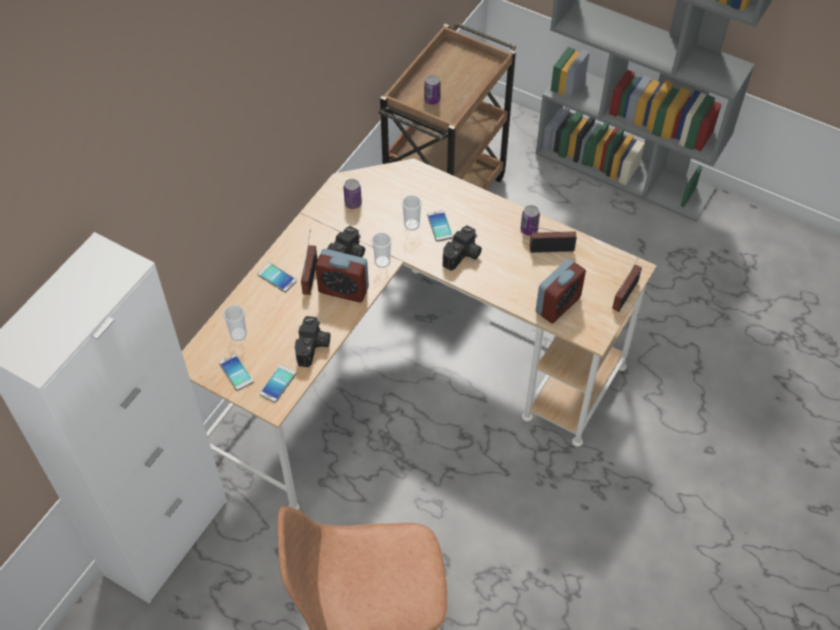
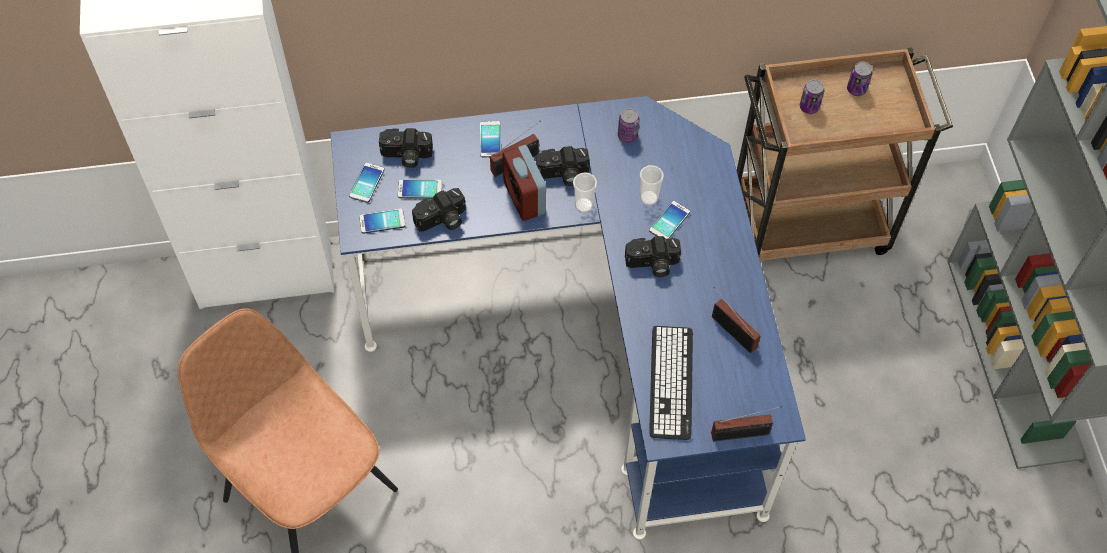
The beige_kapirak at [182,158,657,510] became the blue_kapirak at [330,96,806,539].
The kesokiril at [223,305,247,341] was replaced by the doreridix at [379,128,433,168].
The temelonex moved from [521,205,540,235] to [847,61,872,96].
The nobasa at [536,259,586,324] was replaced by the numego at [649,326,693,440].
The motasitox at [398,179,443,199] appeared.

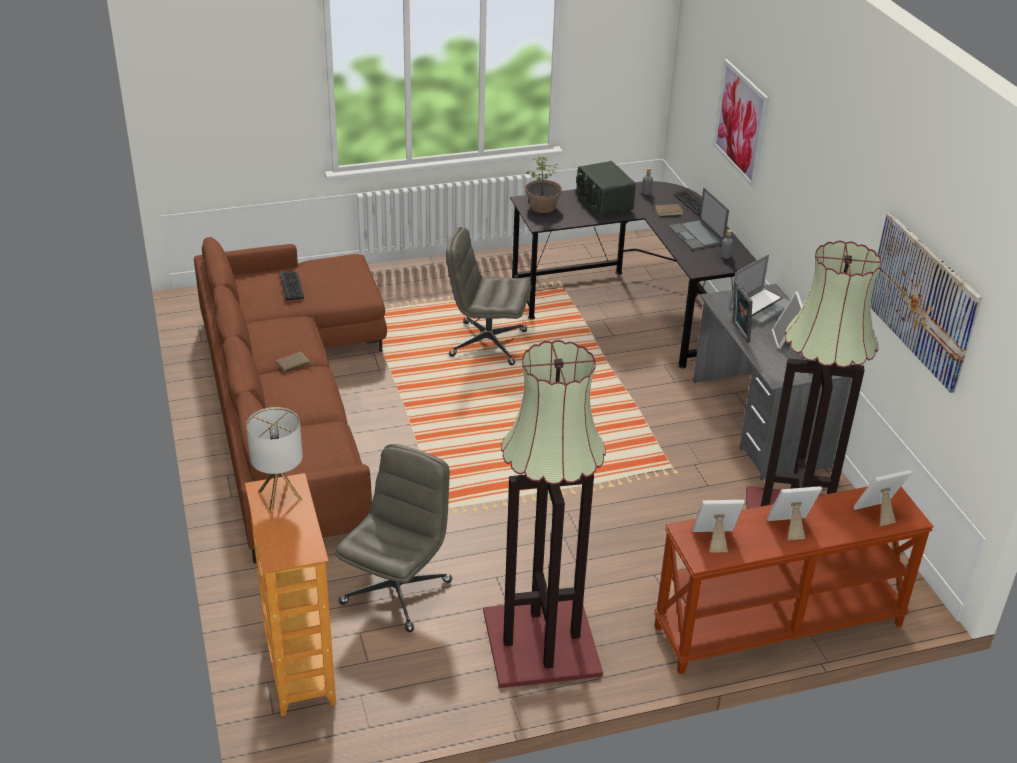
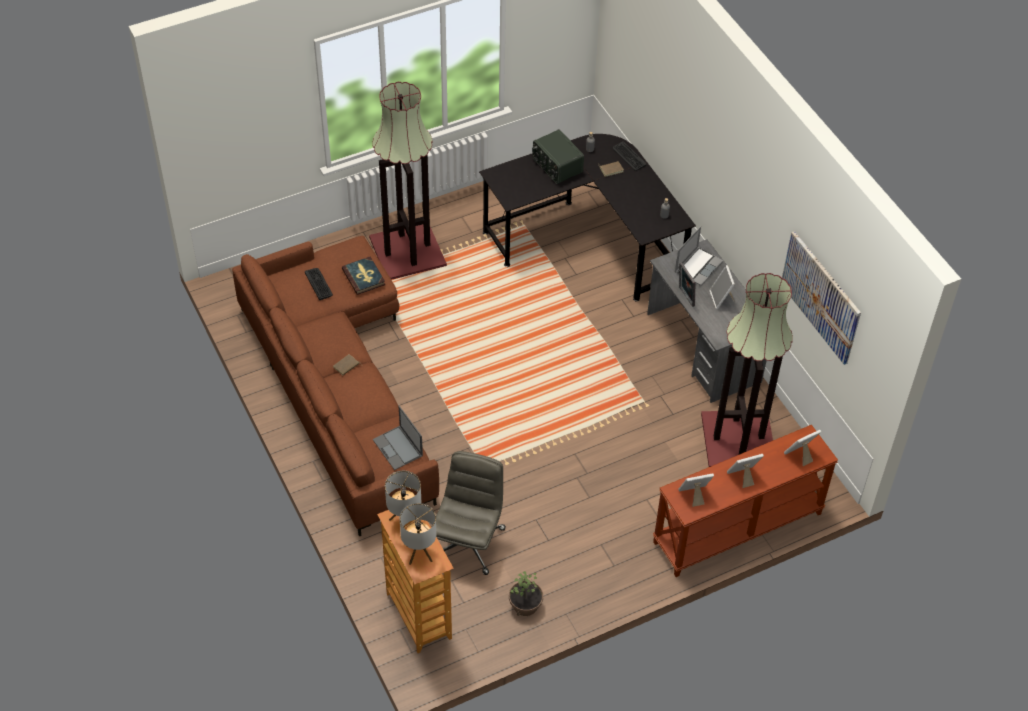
The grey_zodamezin at [446,227,532,365] disappeared.
The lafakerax moved from [483,340,606,688] to [369,82,447,280].
The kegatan moved from [525,157,562,213] to [509,571,543,616].
The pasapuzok moved from [669,188,729,250] to [373,406,423,470].
The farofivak at [713,59,768,187] disappeared.
The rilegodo at [342,257,385,295] appeared.
The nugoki at [400,503,436,565] appeared.

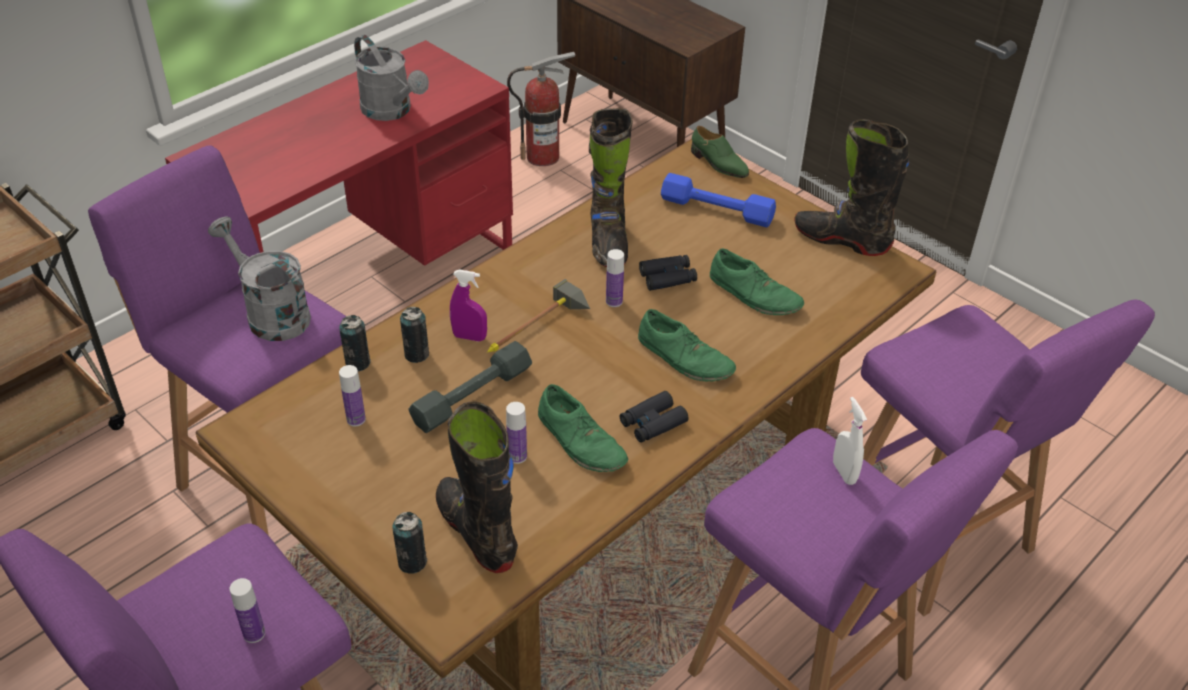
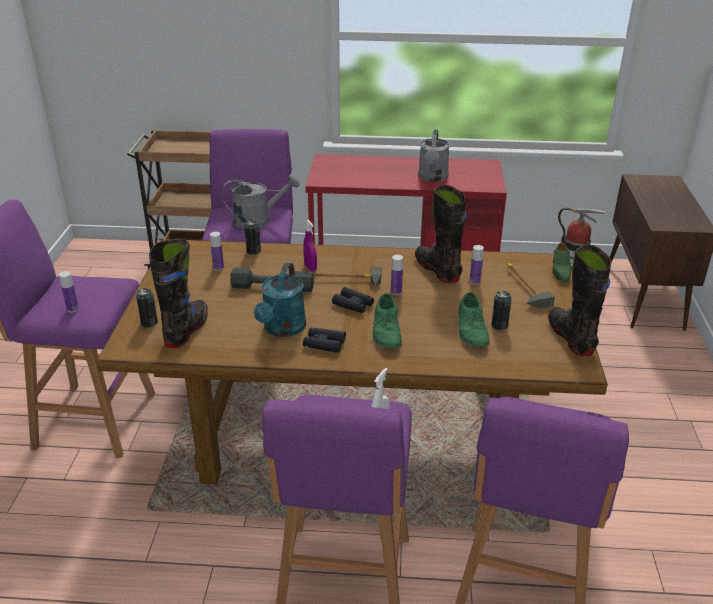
The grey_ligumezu at [208,216,311,341] turned 75 degrees clockwise.
The temelonex moved from [400,307,429,363] to [491,291,512,330].
The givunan moved from [506,402,527,464] to [469,245,484,285].
The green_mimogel at [538,384,628,472] was replaced by the turquoise_ligumezu at [254,263,306,337].
The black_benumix at [589,108,633,267] turned 105 degrees clockwise.
The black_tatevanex moved from [639,255,697,291] to [332,287,374,313].
The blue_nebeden at [661,173,776,227] was replaced by the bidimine at [507,263,555,308].

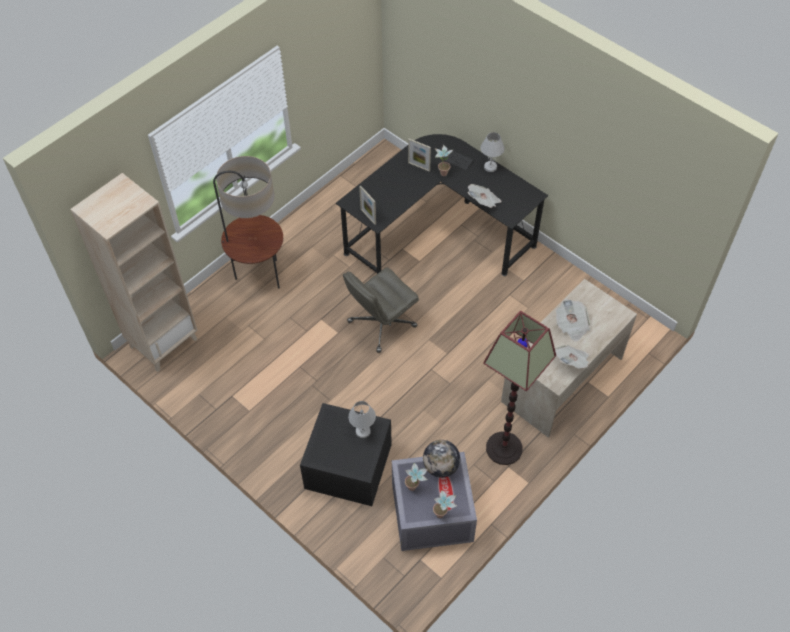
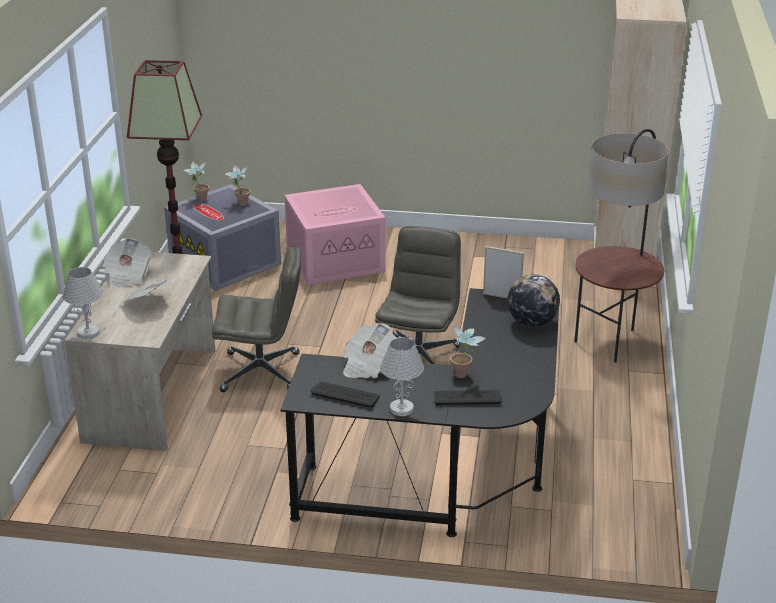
The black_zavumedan at [300,403,392,506] became the pink_zavumedan at [285,184,386,285].
The white_nugoki moved from [348,401,376,438] to [63,267,103,339].
The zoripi at [408,138,431,172] disappeared.
The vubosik moved from [423,440,460,478] to [507,274,560,327].
The grey_zodamezin at [212,247,301,392] appeared.
The numego at [310,382,381,408] appeared.

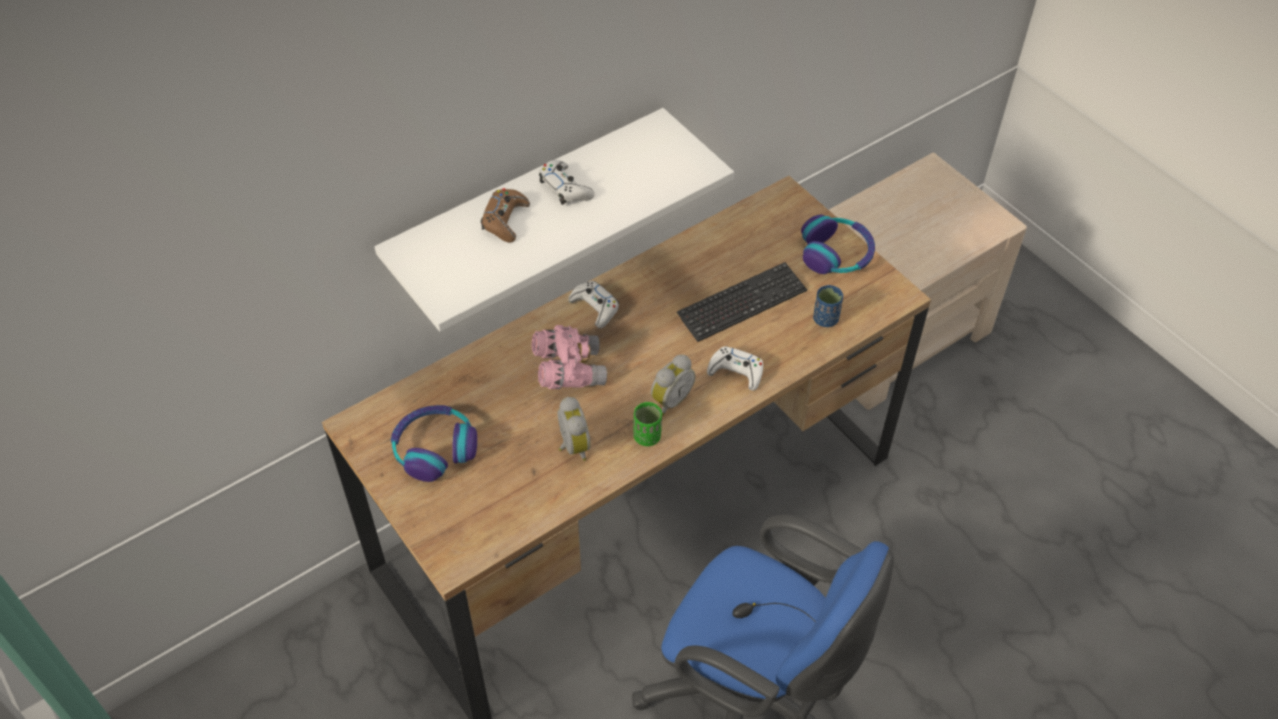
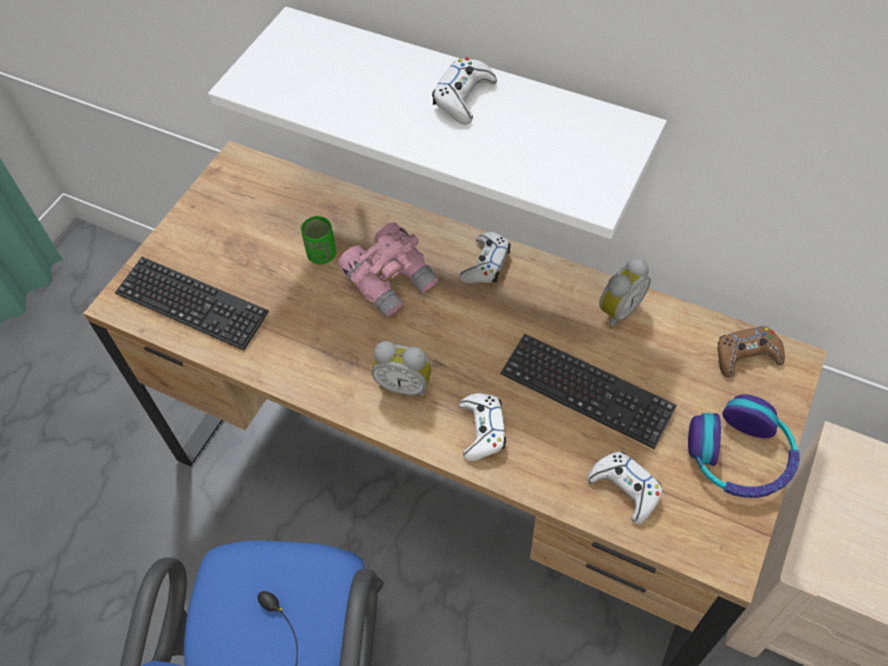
The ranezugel at [391,405,477,482] disappeared.
The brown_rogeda moved from [481,188,530,243] to [717,326,785,378].
The nobasa moved from [558,397,591,461] to [599,258,651,329].
The green_kesokiril moved from [633,402,662,446] to [301,216,336,264].
The blue_kesokiril at [813,285,843,327] was replaced by the white_rogeda at [587,451,663,524].
The numego at [115,257,269,351] appeared.

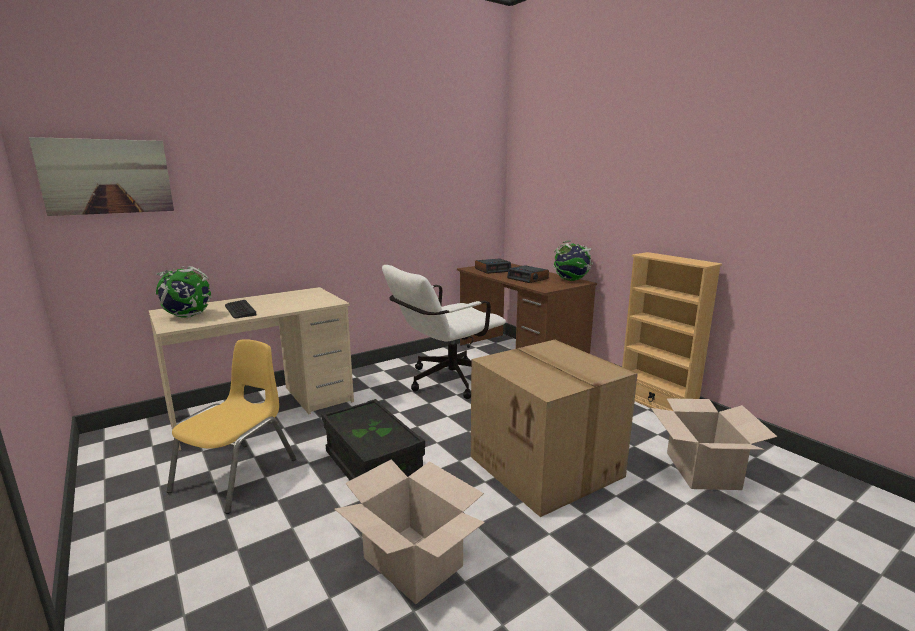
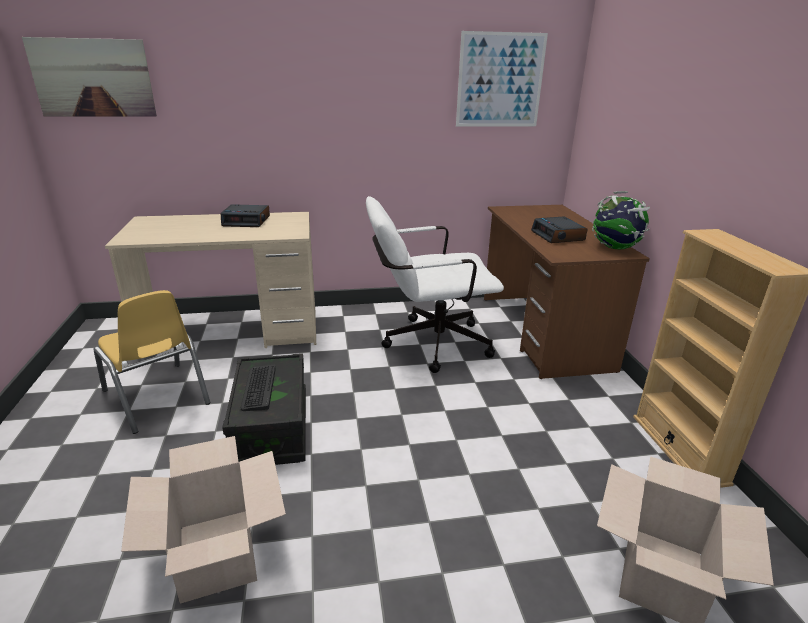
The vubosik at [156,266,212,318] disappeared.
The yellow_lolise at [167,339,296,514] turned 90 degrees clockwise.
The numego moved from [225,300,257,318] to [241,365,276,411].
The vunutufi at [471,340,638,517] disappeared.
The nobasa moved from [475,258,511,274] to [221,204,270,227].
The farofivak at [456,31,548,127] appeared.

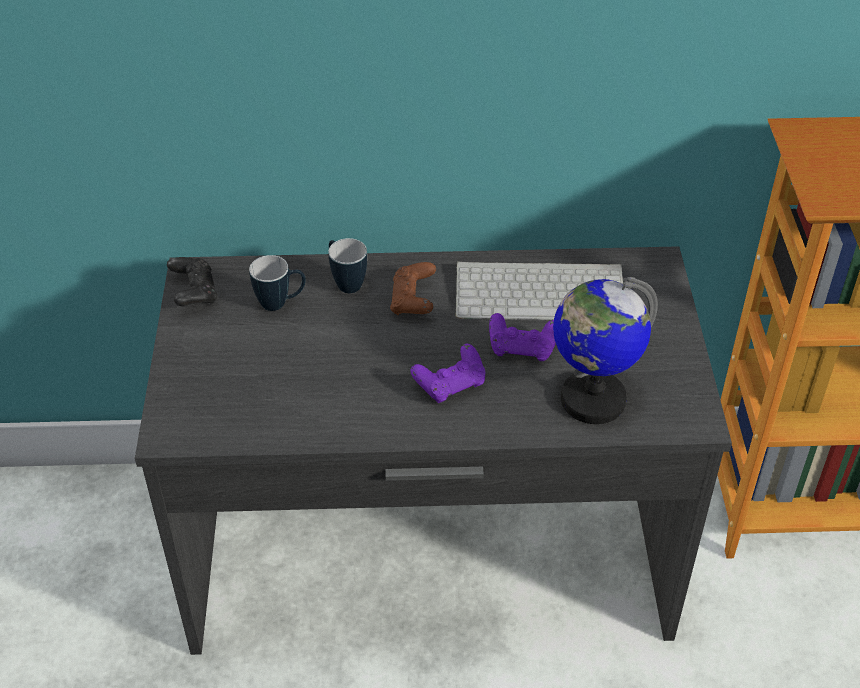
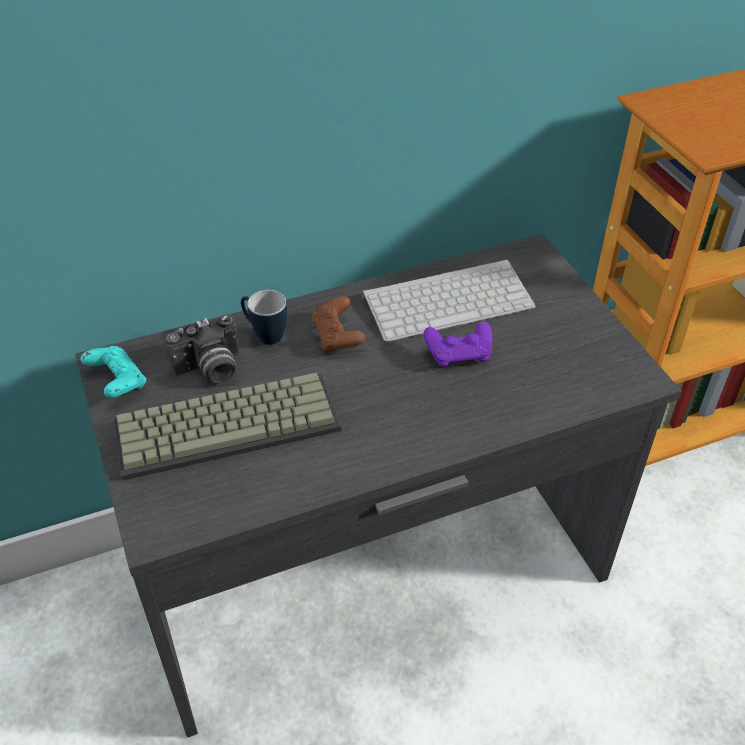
The black_rogeda at [167,257,218,306] became the turquoise_rogeda at [81,346,146,398].
The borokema at [249,255,306,311] was replaced by the doreridix at [165,315,239,383].
The purple_rogeda at [410,344,485,403] disappeared.
The vubosik at [553,277,658,424] disappeared.
The numego at [113,373,342,480] appeared.

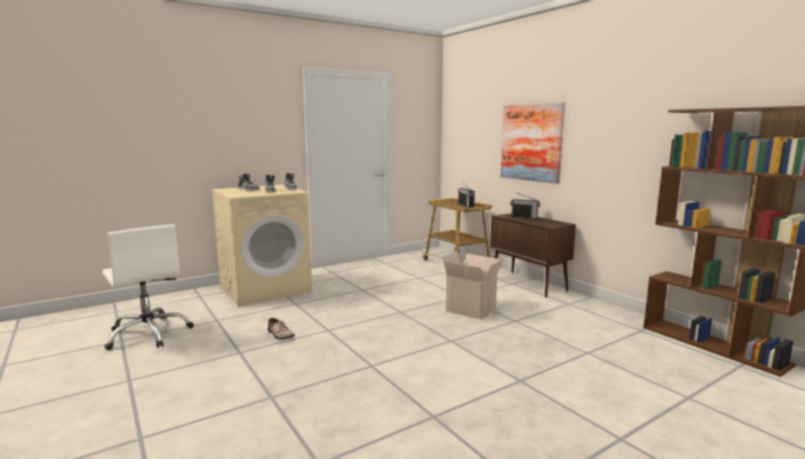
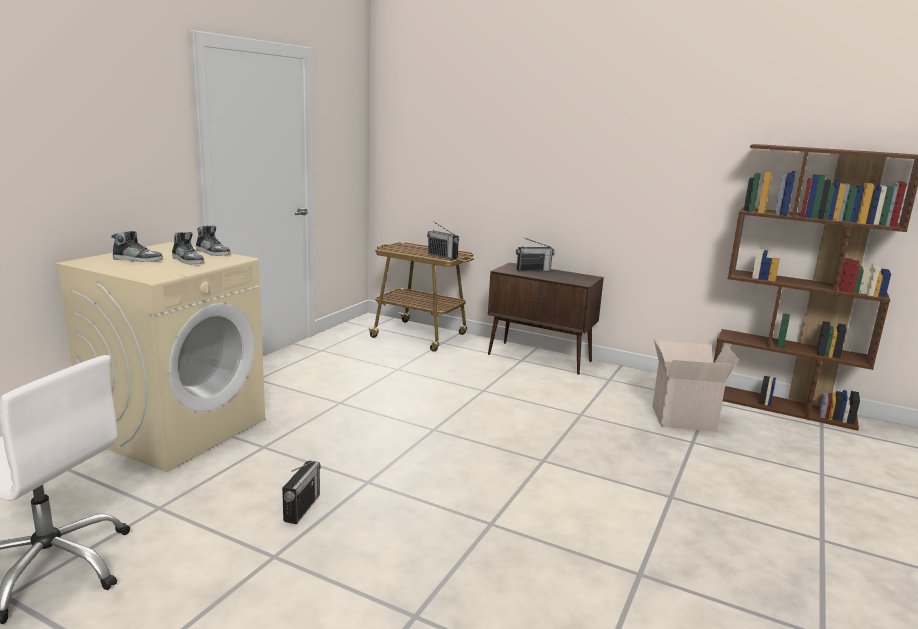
The mimogel at [268,318,295,340] was replaced by the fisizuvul at [282,461,321,524].
The vunutufi moved from [442,251,504,320] to [652,339,739,432].
The farofivak at [500,103,565,184] disappeared.

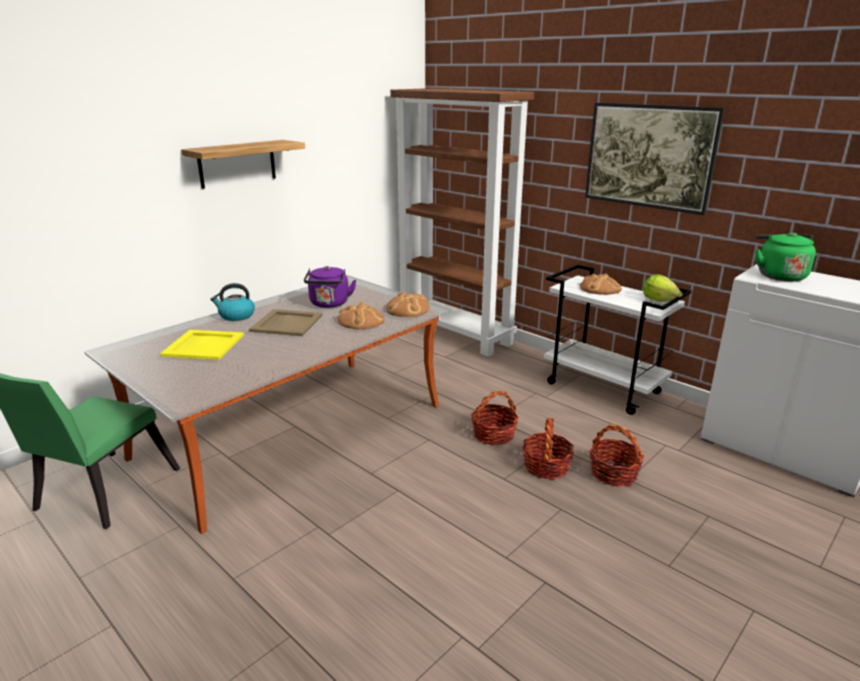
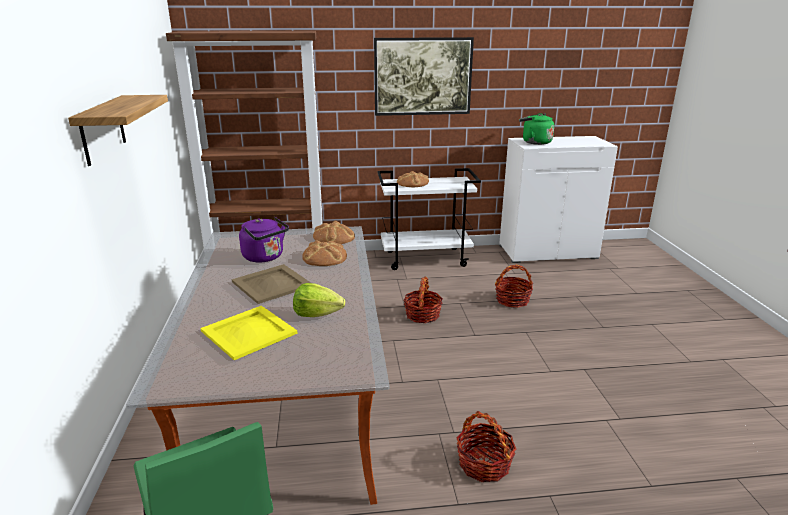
The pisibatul at [210,283,255,321] disappeared.
The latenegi moved from [523,418,574,479] to [457,411,516,482].
The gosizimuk moved from [643,275,683,302] to [293,283,345,317].

